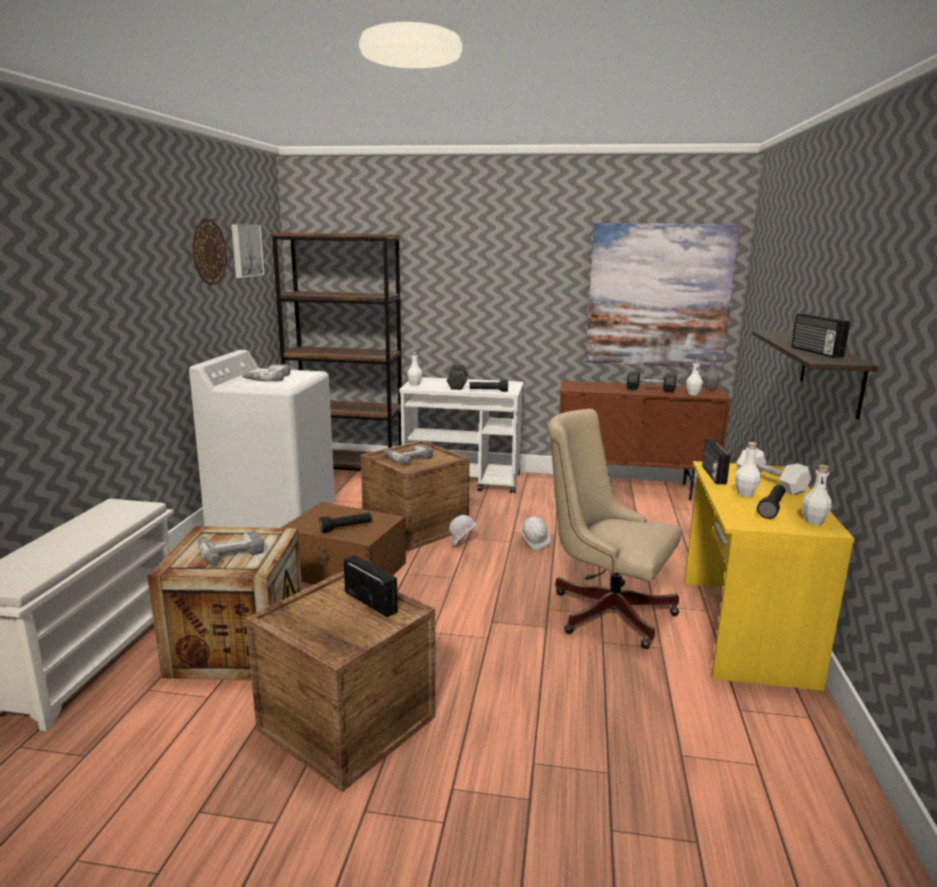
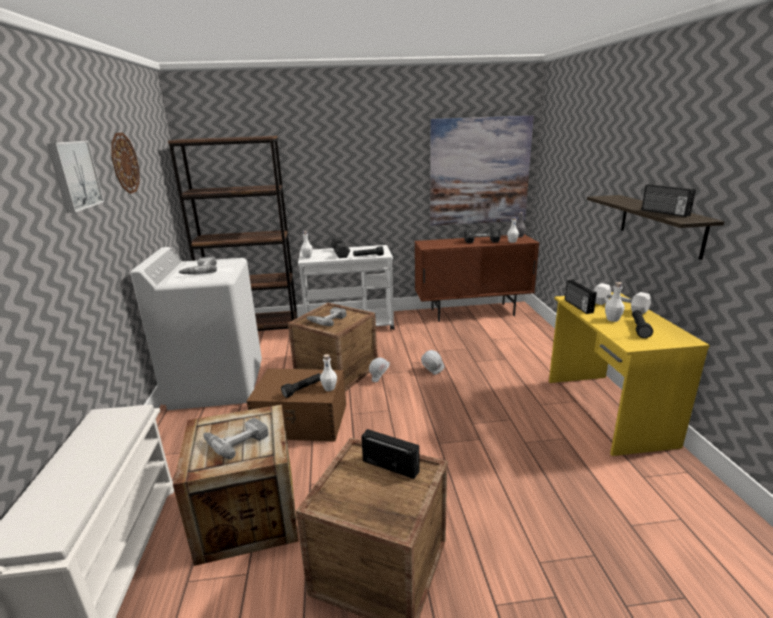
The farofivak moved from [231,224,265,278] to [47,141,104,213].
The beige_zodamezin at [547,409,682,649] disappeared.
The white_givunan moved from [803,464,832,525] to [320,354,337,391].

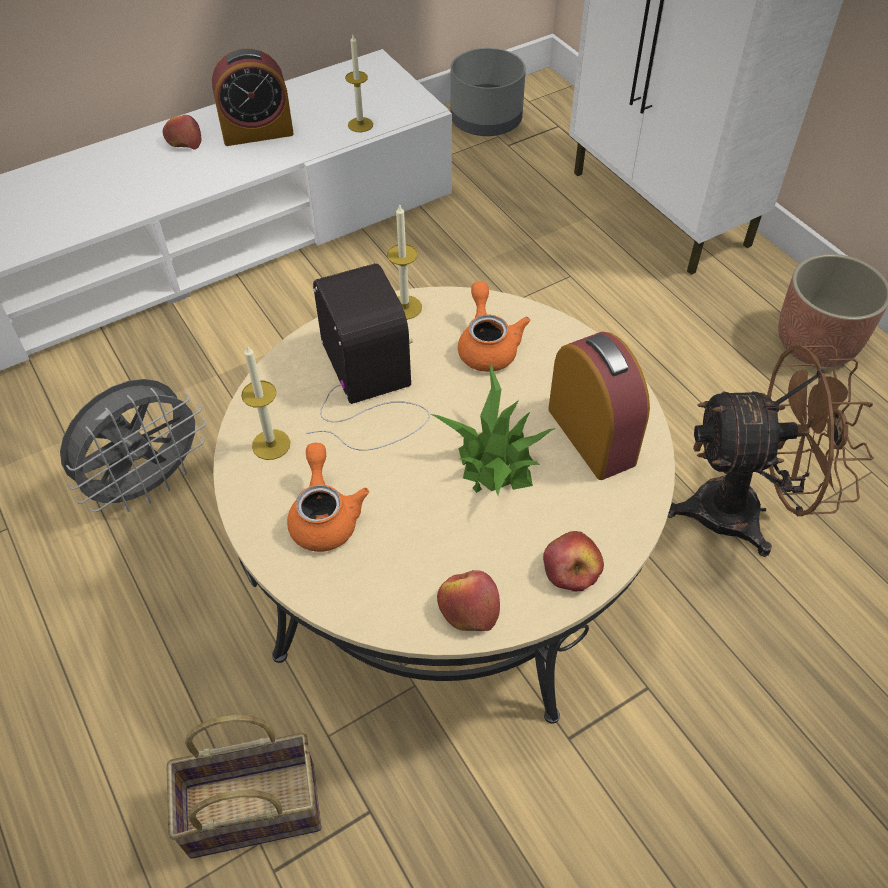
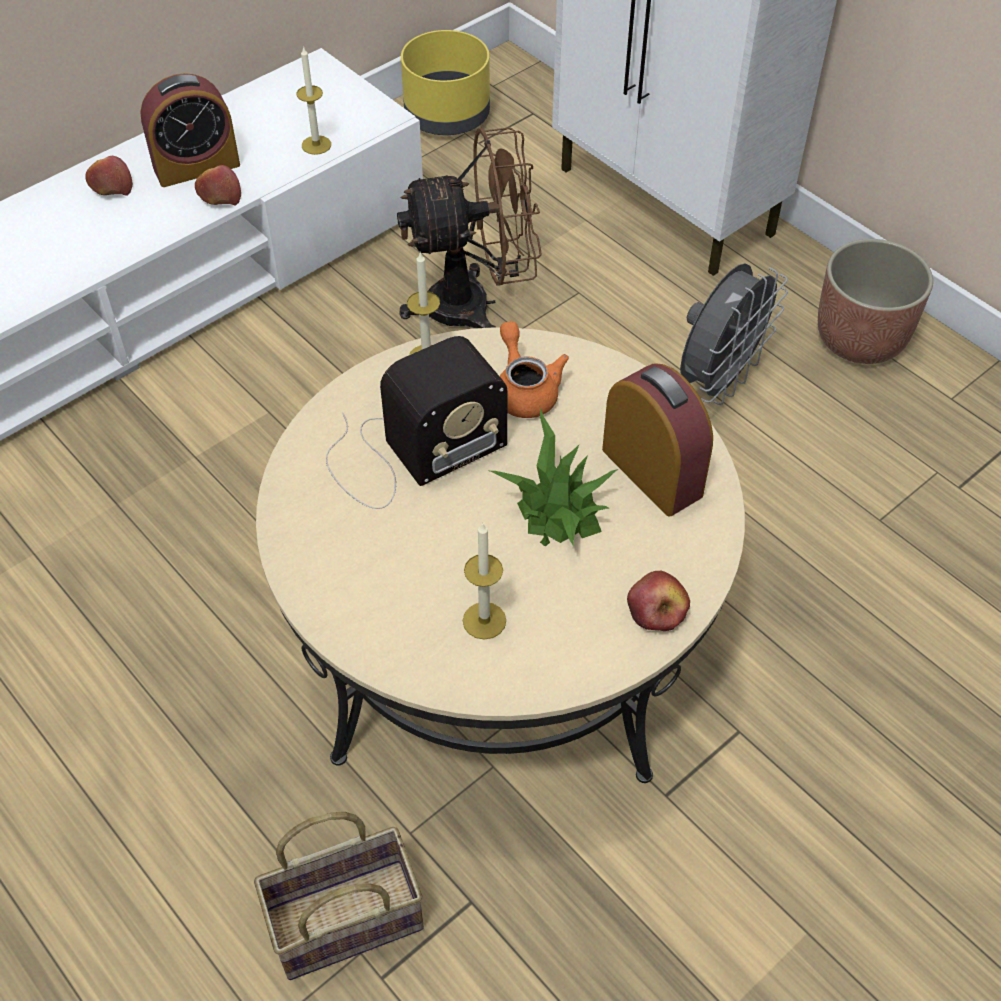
The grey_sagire moved from [60,379,206,512] to [680,263,788,405].
The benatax moved from [241,346,290,460] to [463,522,506,640].
The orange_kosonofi at [287,443,369,552] disappeared.
The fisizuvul at [306,263,430,451] turned 90 degrees clockwise.
The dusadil moved from [437,570,500,631] to [195,165,241,206].
The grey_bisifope at [451,48,526,136] became the yellow_bisifope at [401,30,490,135].
The brown_sagire moved from [668,345,874,557] to [397,127,542,328].

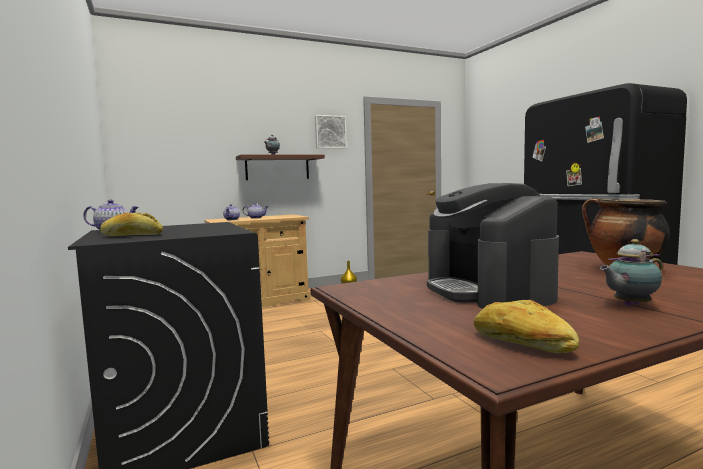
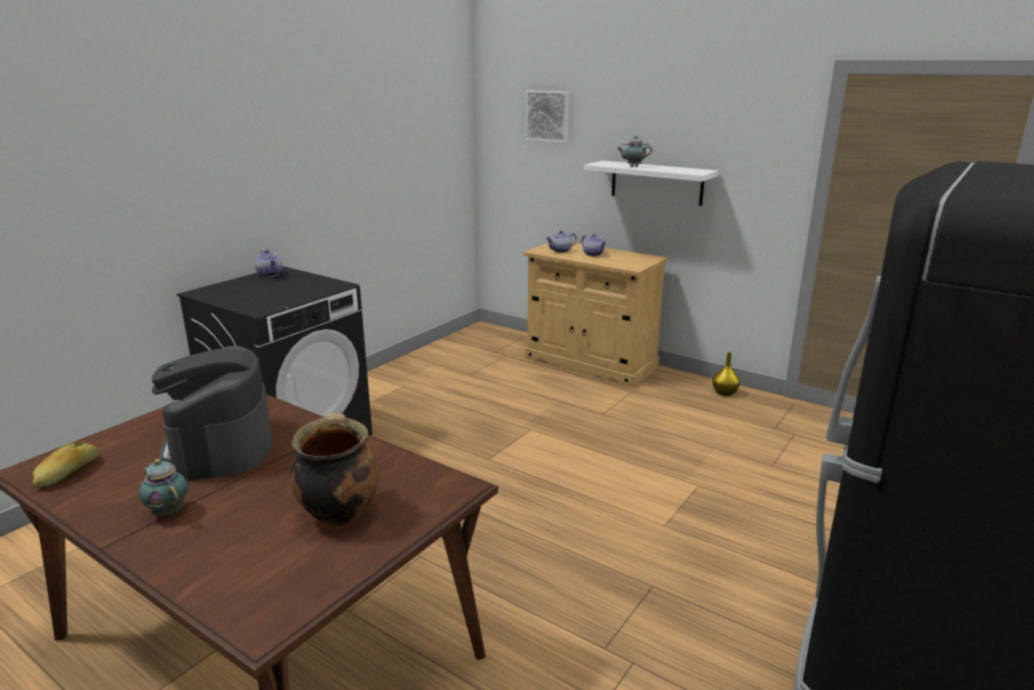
The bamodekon at [100,213,163,236] disappeared.
The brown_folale at [236,154,325,180] became the white_folale at [583,161,719,206].
The farofivak moved from [315,115,347,148] to [526,90,569,143].
The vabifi at [427,183,559,309] turned 60 degrees counterclockwise.

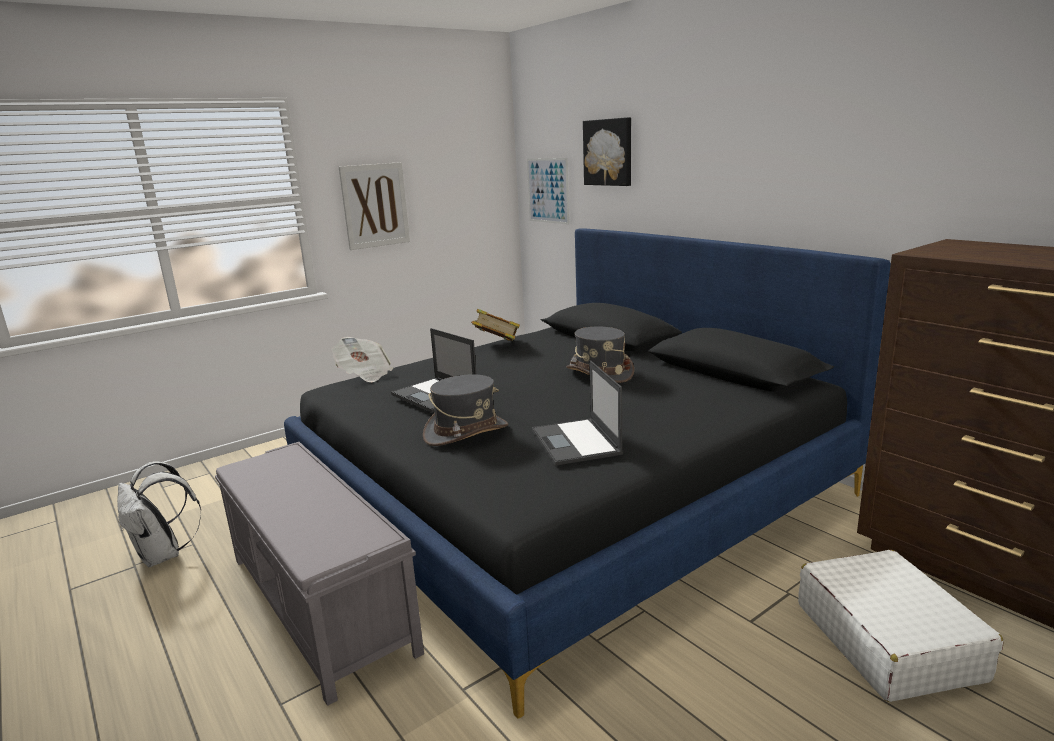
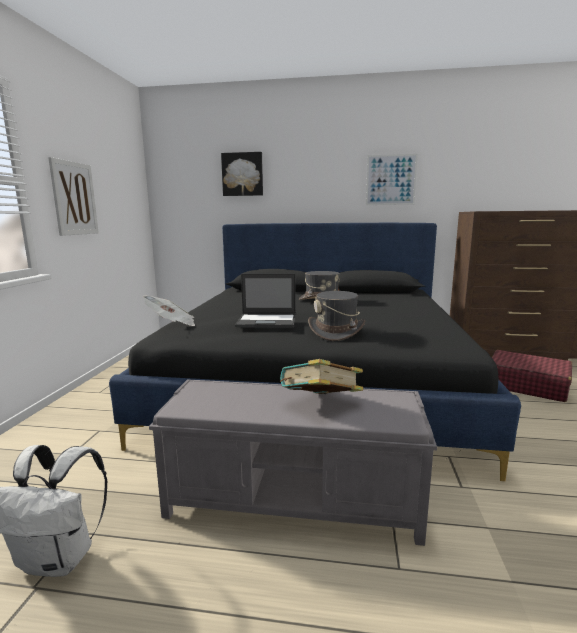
The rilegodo moved from [471,309,520,341] to [280,359,363,394].
The farofivak moved from [527,158,569,225] to [366,154,418,205].
The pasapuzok at [532,360,623,466] disappeared.
The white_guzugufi at [798,550,1003,702] became the red_guzugufi at [492,350,572,402].

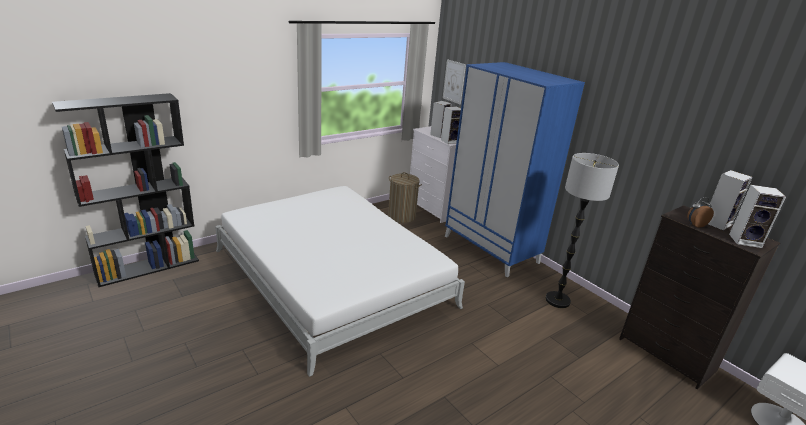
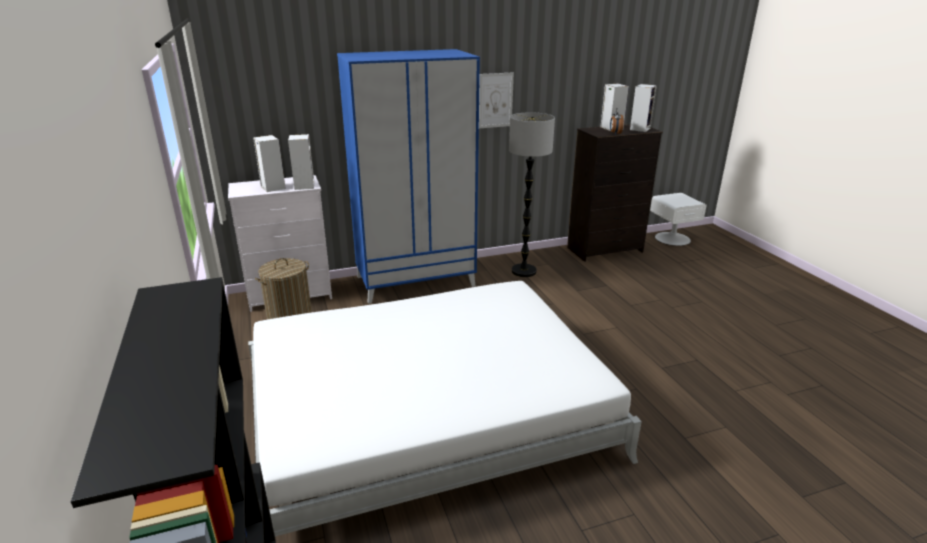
The farofivak moved from [443,59,466,104] to [479,73,514,128].

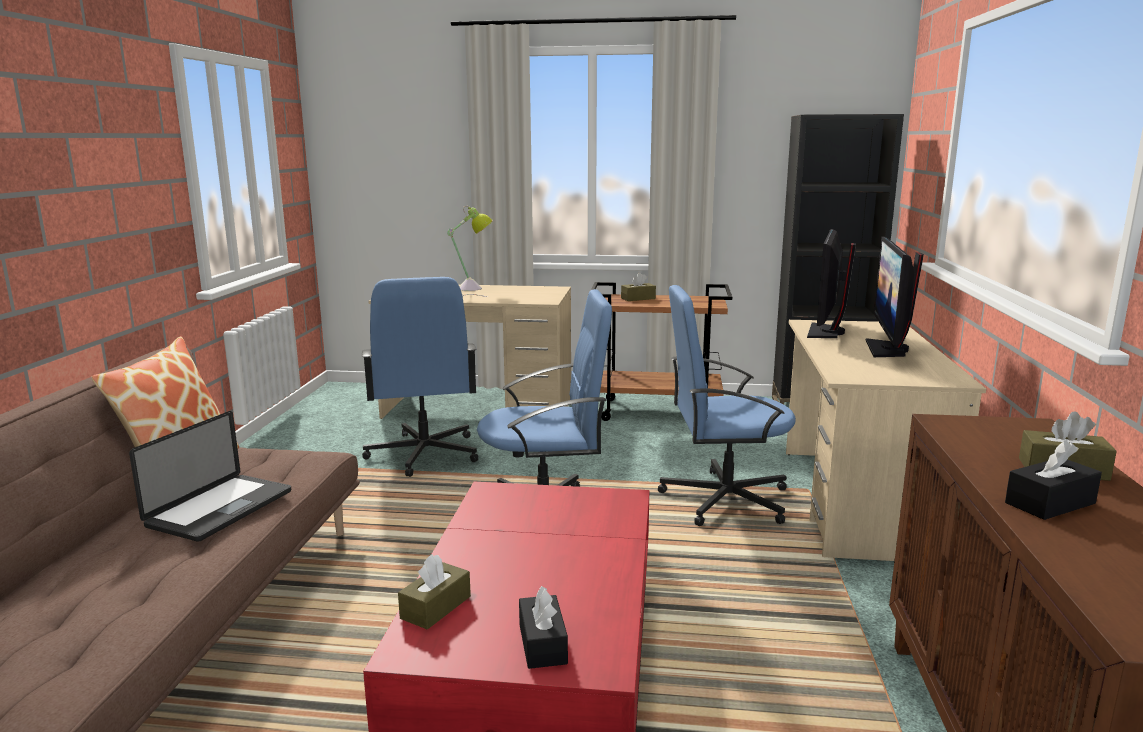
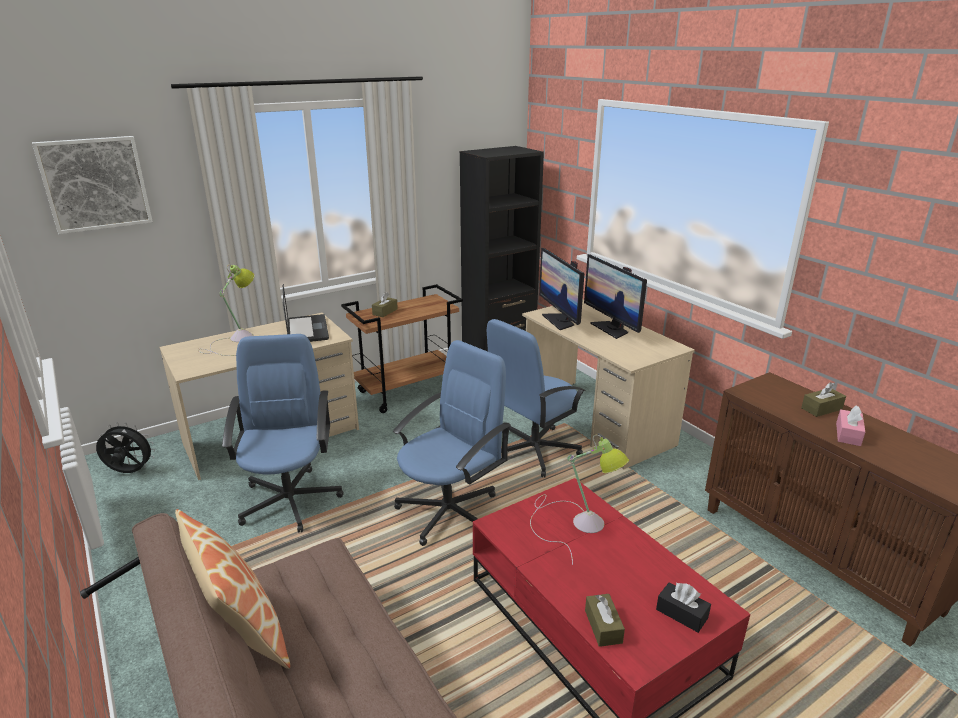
The pasapuzok moved from [129,411,291,541] to [283,285,329,342].
The blue_zodamezin at [362,277,479,477] turned 135 degrees counterclockwise.
The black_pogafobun at [1005,440,1102,520] became the pink_pogafobun at [836,405,865,446].
The farofivak at [32,136,153,234] appeared.
The black_sagire at [96,422,155,473] appeared.
The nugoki at [530,434,629,565] appeared.

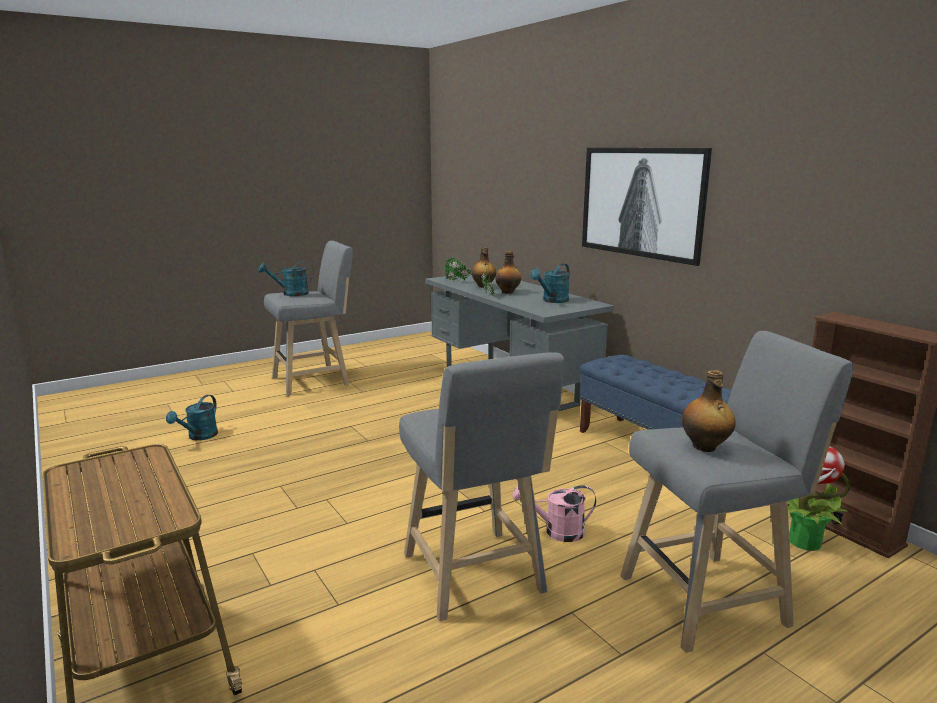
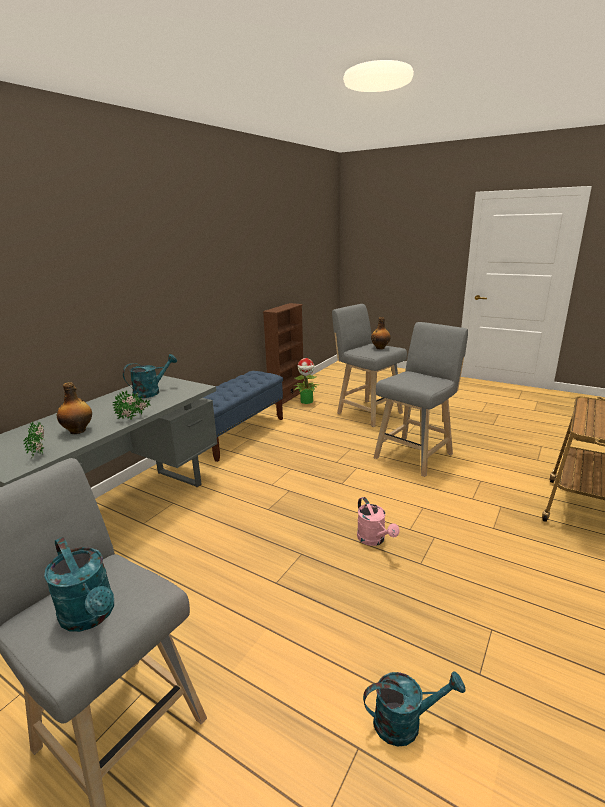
The givunan at [495,251,521,294] disappeared.
The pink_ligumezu moved from [512,485,596,542] to [357,497,399,546].
The turquoise_ligumezu at [530,264,570,303] turned 60 degrees counterclockwise.
The farofivak at [582,148,712,266] disappeared.

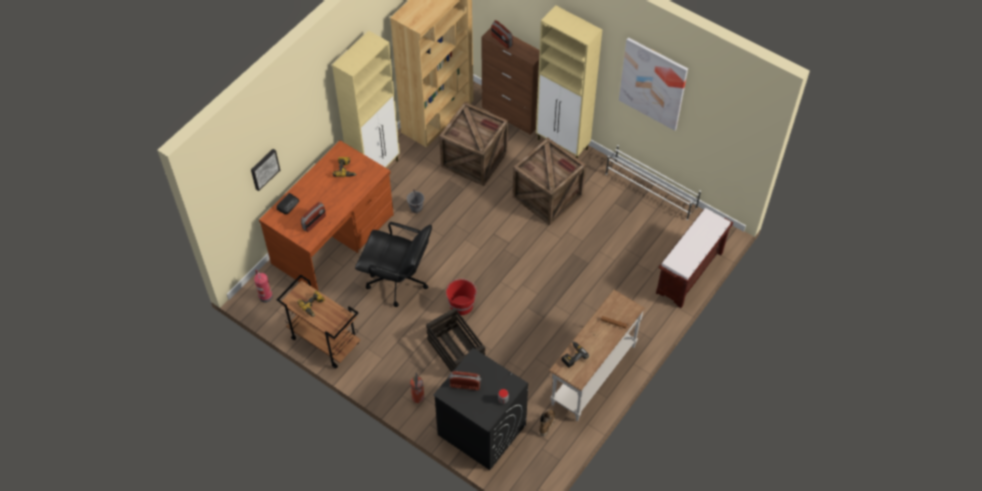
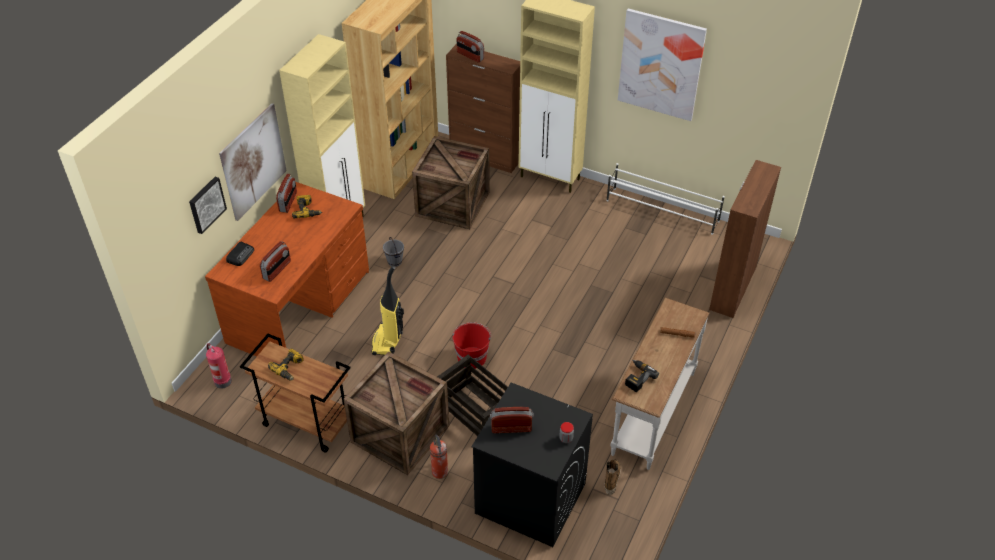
The black_zodamezin at [355,222,432,307] was replaced by the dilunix at [371,265,404,355].
The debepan moved from [513,138,586,225] to [343,351,449,475].
The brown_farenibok at [656,208,733,308] was replaced by the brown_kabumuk at [709,160,781,318].
The farofivak at [219,103,287,221] appeared.
The fisizuvul at [276,174,297,213] appeared.

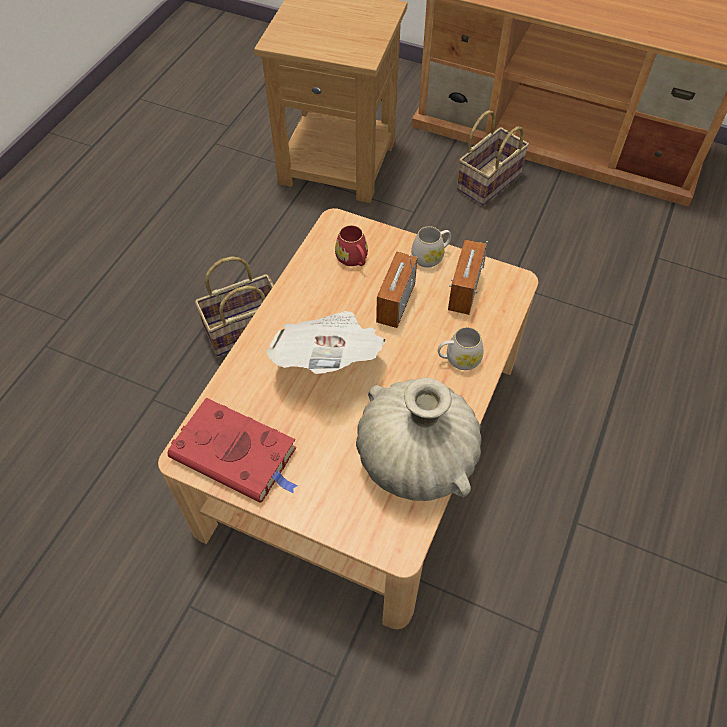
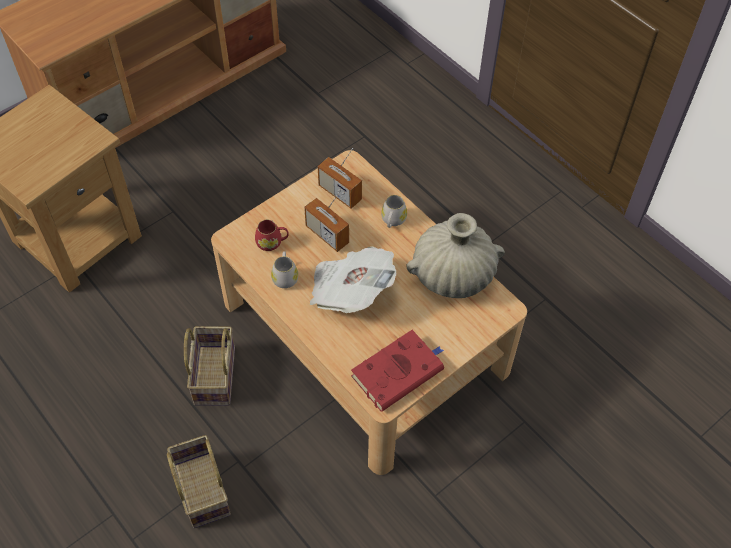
The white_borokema moved from [411,226,451,268] to [271,251,298,288].
The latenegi moved from [457,110,529,205] to [167,435,231,528].

